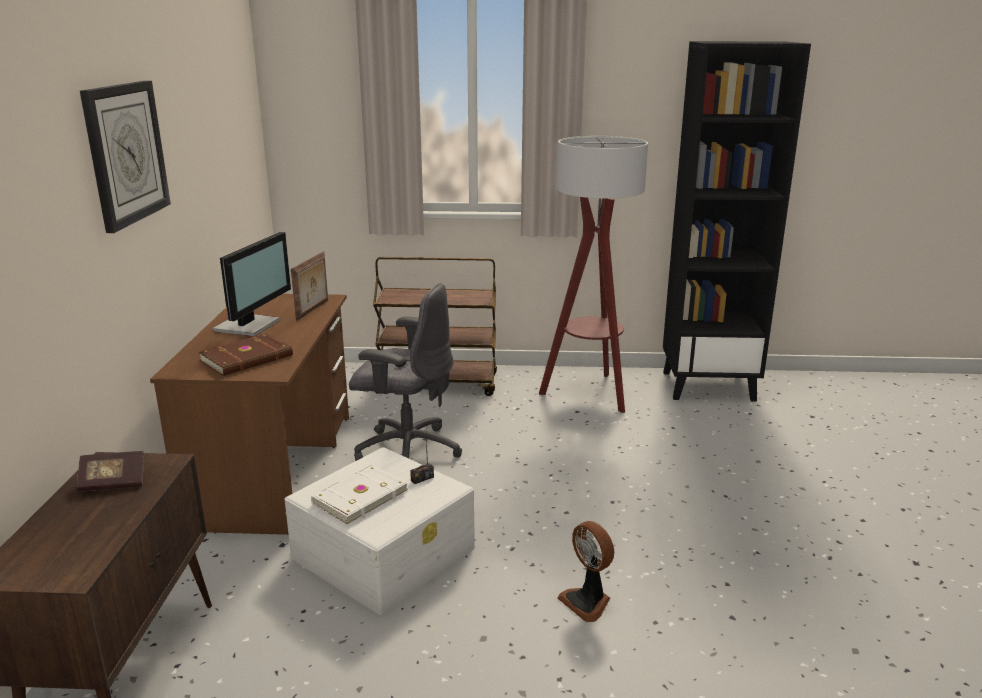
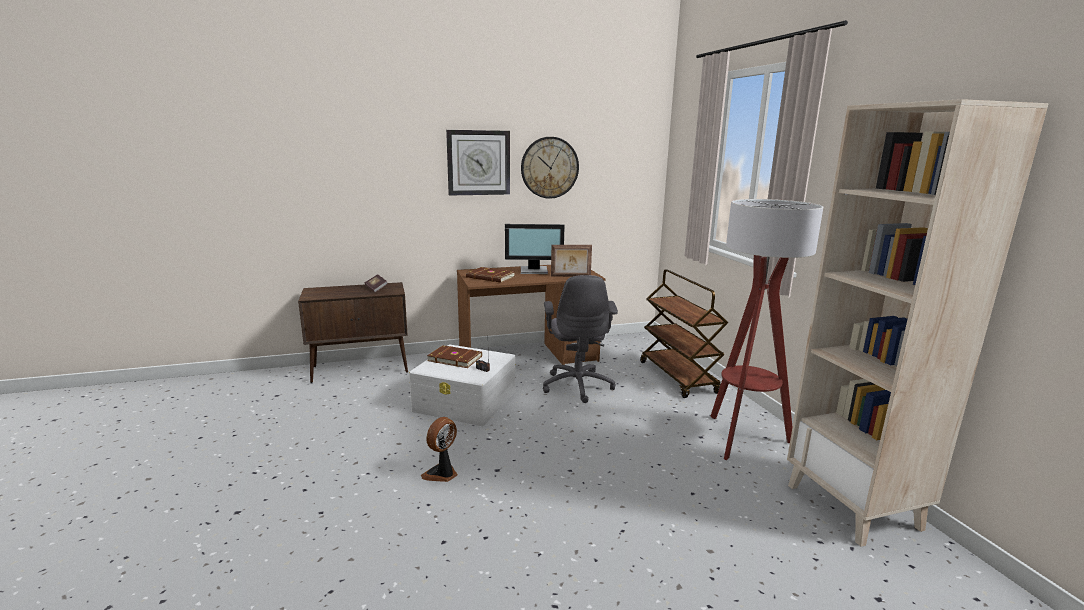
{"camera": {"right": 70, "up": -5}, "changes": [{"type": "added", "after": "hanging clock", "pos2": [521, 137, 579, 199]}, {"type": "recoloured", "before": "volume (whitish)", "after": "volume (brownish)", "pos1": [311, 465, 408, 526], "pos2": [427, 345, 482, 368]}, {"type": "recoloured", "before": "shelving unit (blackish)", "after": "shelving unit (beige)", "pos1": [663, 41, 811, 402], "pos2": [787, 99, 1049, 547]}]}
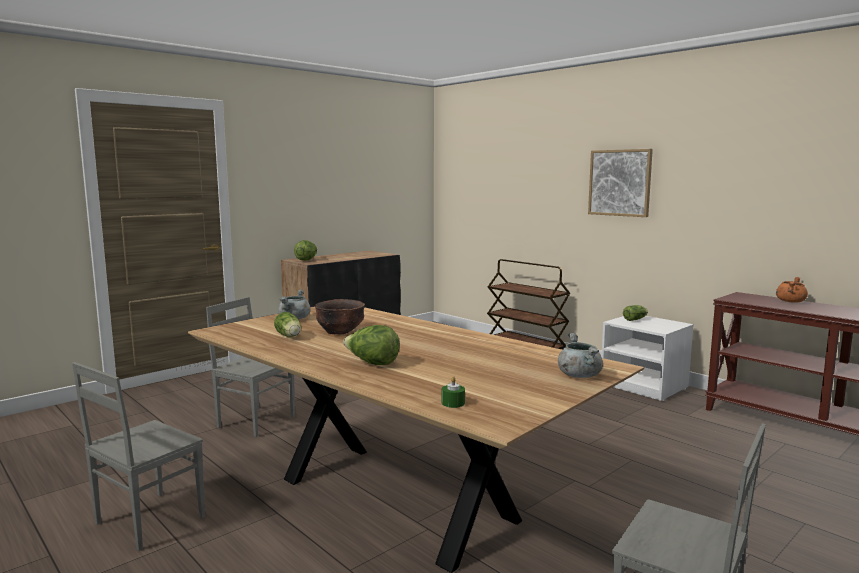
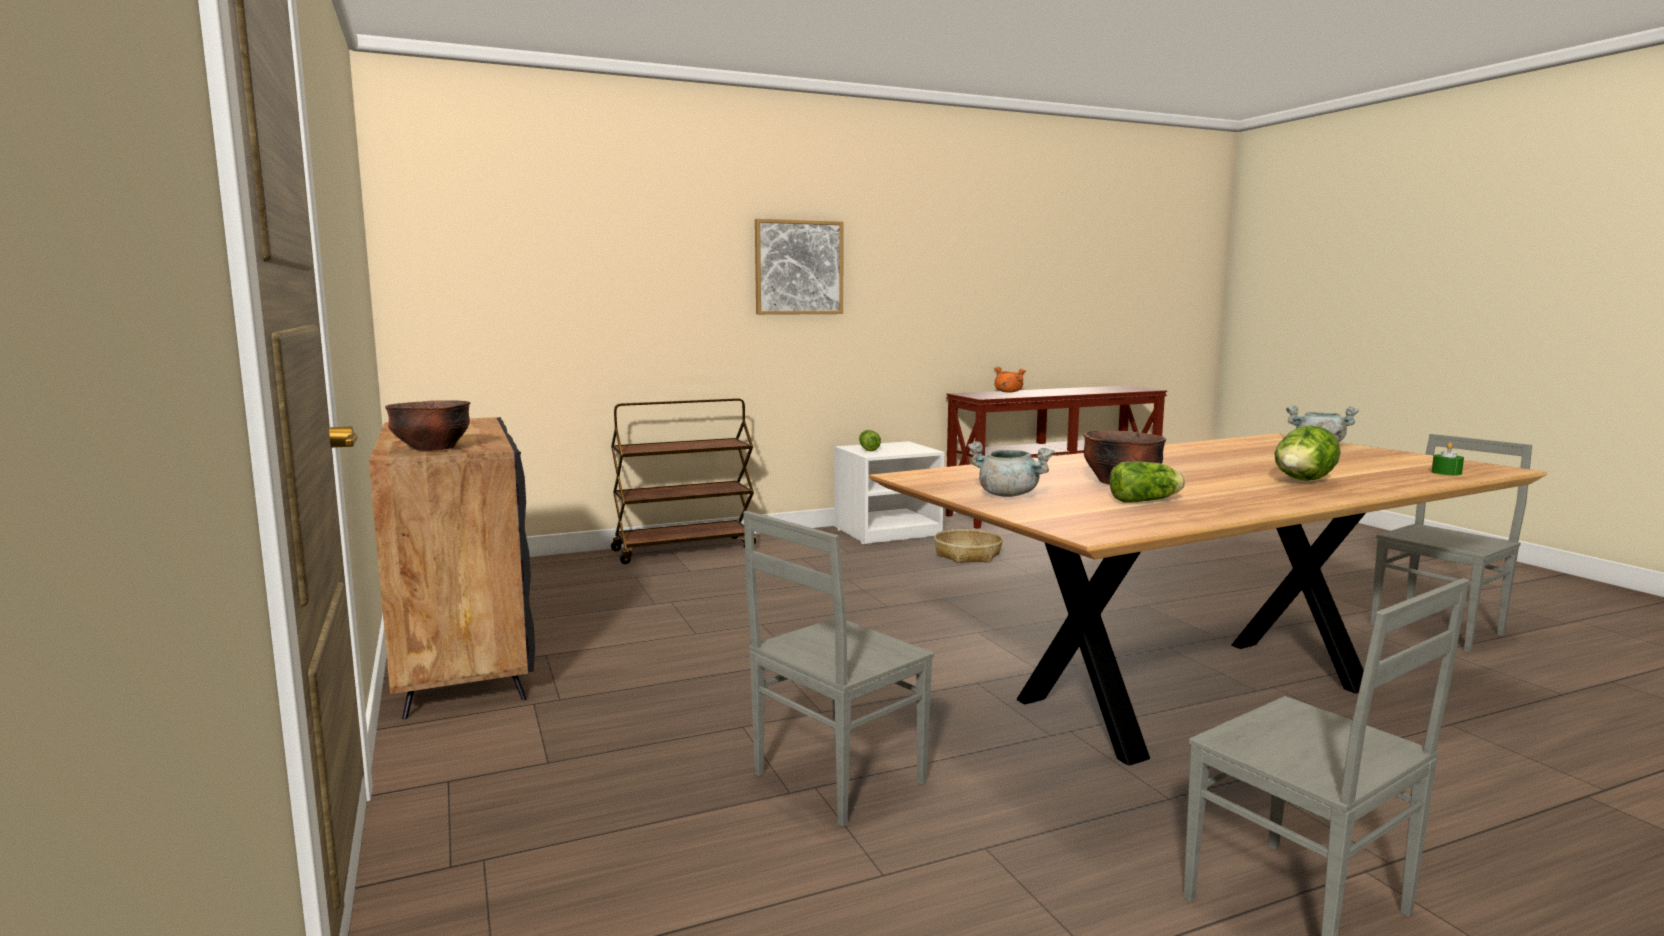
{"camera": {"right": -70, "up": 0}, "changes": [{"type": "added", "after": "basket", "pos2": [934, 529, 1003, 563]}, {"type": "replaced", "before": "lettuce", "after": "serving bowl (brownish)", "pos1": [294, 240, 317, 261], "pos2": [385, 400, 470, 451]}]}
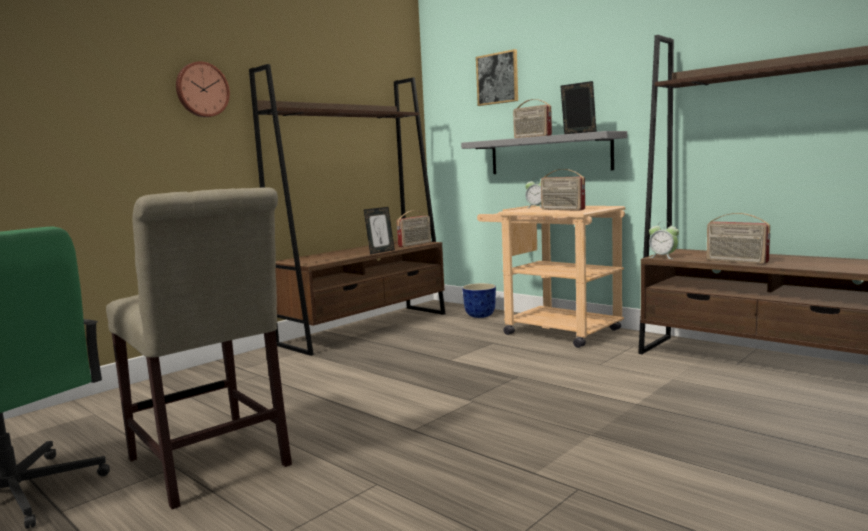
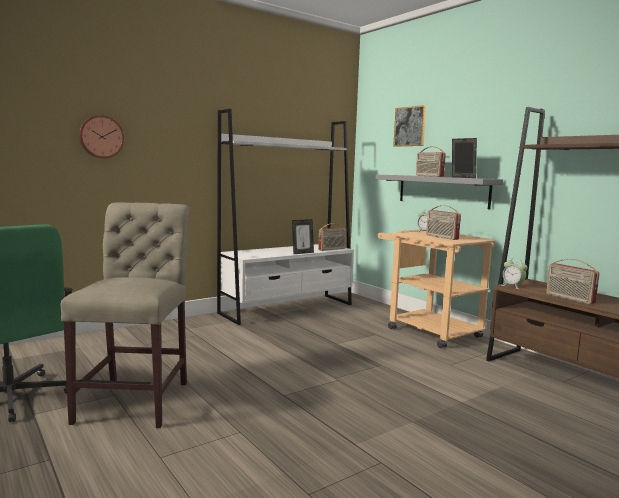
{"camera": {"right": 10, "up": 0}, "changes": [{"type": "removed", "before": "plant pot", "pos1": [462, 283, 496, 318]}, {"type": "moved", "before": "hanging clock", "pos1": [176, 61, 230, 117], "pos2": [79, 115, 124, 158]}, {"type": "recoloured", "before": "shelving unit (brownish)", "after": "shelving unit (whitish)", "pos1": [249, 64, 445, 356], "pos2": [217, 109, 354, 325]}, {"type": "turned", "before": "upright chair (beige)", "pos1": [106, 187, 292, 509], "pos2": [61, 202, 190, 428], "turn": -150}]}
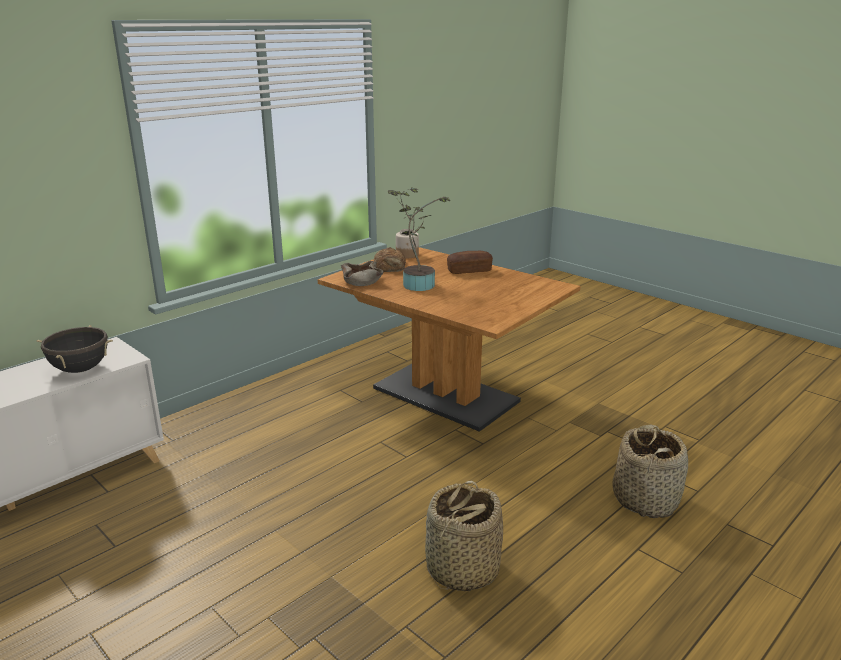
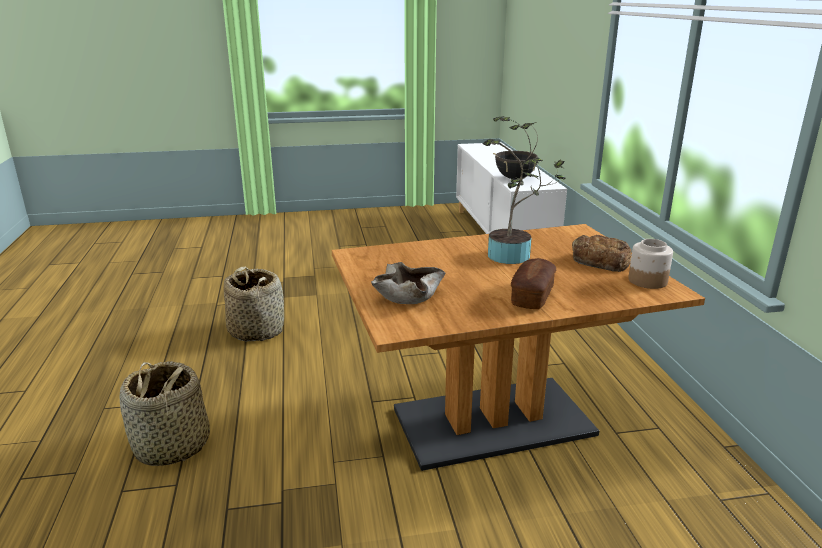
{"camera": {"right": 125, "up": 0}, "changes": [{"type": "moved", "before": "serving bowl (beige)", "pos1": [341, 261, 383, 286], "pos2": [371, 262, 445, 304]}]}
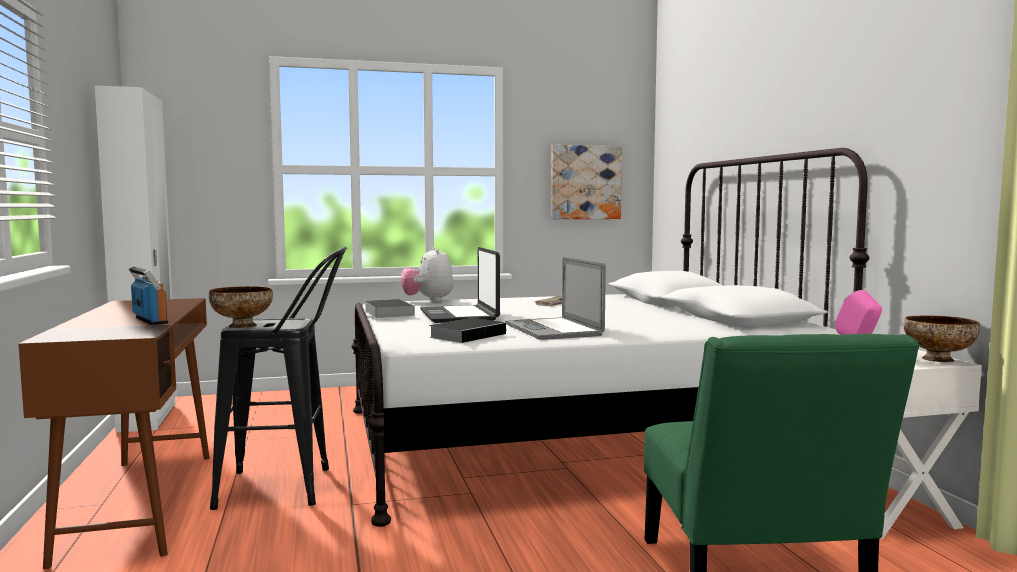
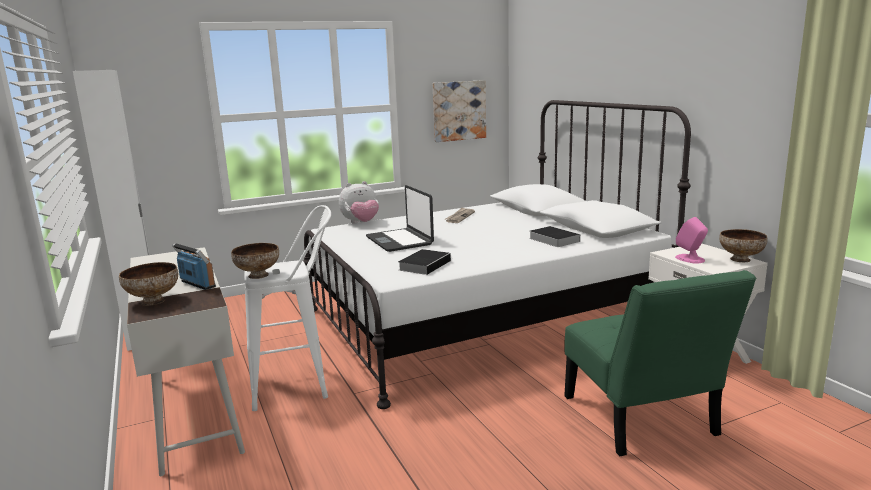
{"camera": {"right": -10, "up": 10}, "changes": [{"type": "removed", "before": "portable computer", "pos1": [505, 257, 606, 340]}, {"type": "added", "after": "serving bowl", "pos2": [119, 262, 178, 306]}, {"type": "moved", "before": "volume", "pos1": [364, 299, 415, 318], "pos2": [529, 226, 580, 247]}, {"type": "recoloured", "before": "desk unit (brownish)", "after": "desk unit (whitish)", "pos1": [18, 298, 209, 569], "pos2": [127, 247, 245, 476]}, {"type": "recoloured", "before": "stool seat (blackish)", "after": "stool seat (whitish)", "pos1": [210, 247, 347, 510], "pos2": [244, 205, 331, 411]}, {"type": "turned", "before": "plush toy", "pos1": [401, 247, 453, 302], "pos2": [339, 181, 379, 224], "turn": -90}]}
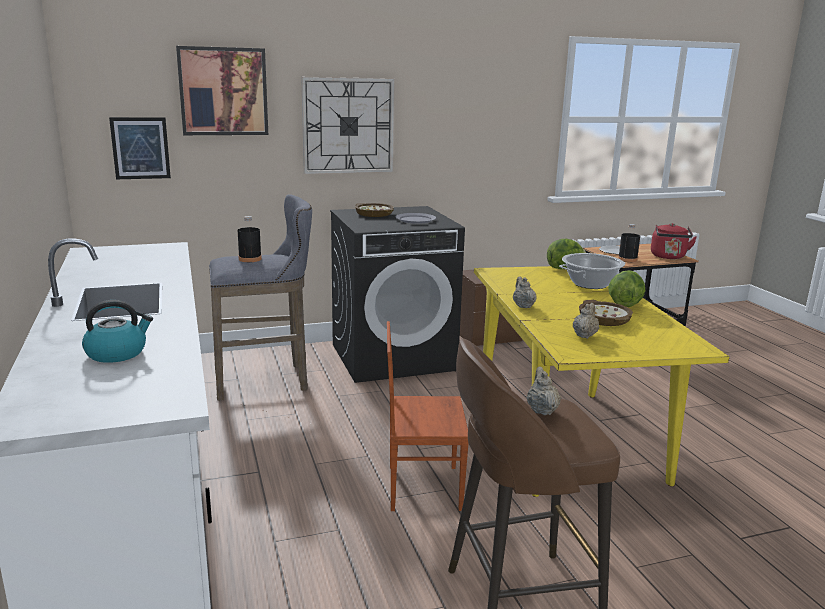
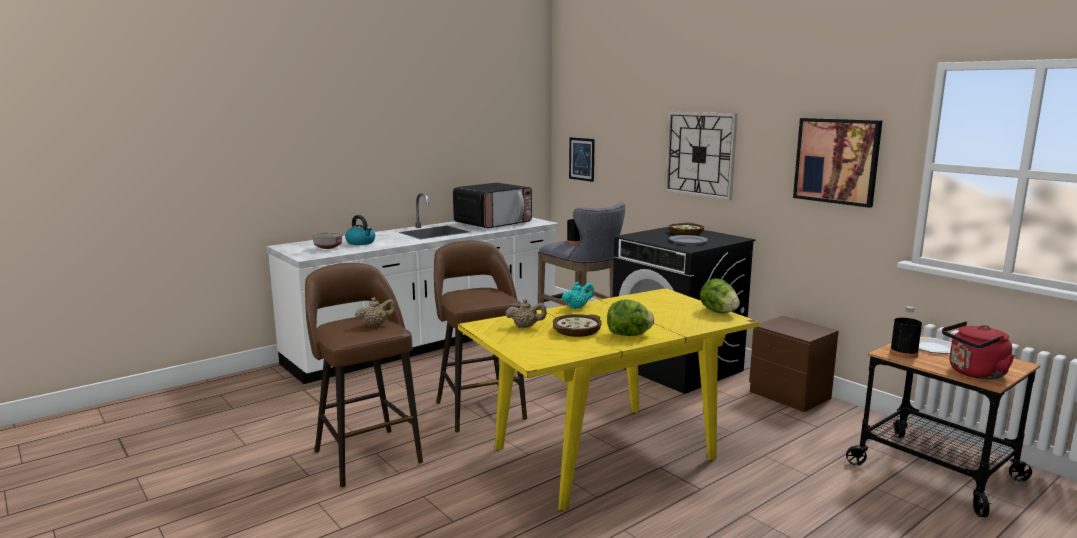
{"camera": {"right": 70, "up": -5}, "changes": [{"type": "removed", "before": "cooking pot", "pos1": [559, 253, 626, 289]}, {"type": "added", "after": "serving bowl (grey)", "pos2": [313, 232, 342, 249]}, {"type": "added", "after": "kitchen microwave", "pos2": [453, 183, 532, 228]}, {"type": "moved", "before": "wall picture", "pos1": [176, 46, 268, 135], "pos2": [793, 118, 882, 208]}, {"type": "replaced", "before": "upright chair (brownish)", "after": "stool seat (brownish)", "pos1": [387, 321, 468, 511], "pos2": [434, 240, 527, 433]}, {"type": "recoloured", "before": "pot for tea (beige)", "after": "pot for tea (blue-green)", "pos1": [513, 276, 537, 308], "pos2": [562, 282, 594, 309]}]}
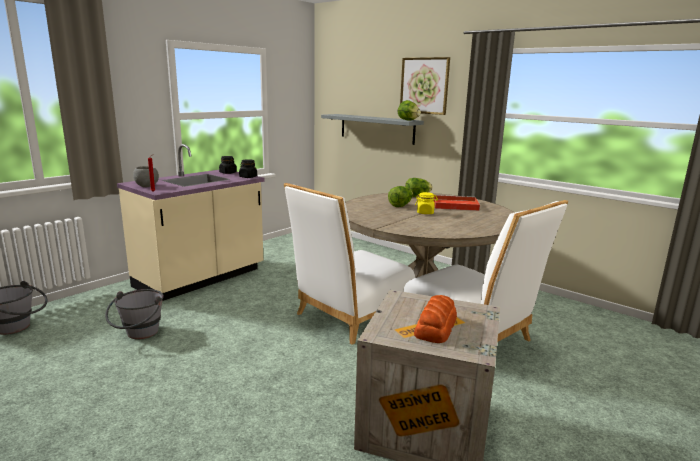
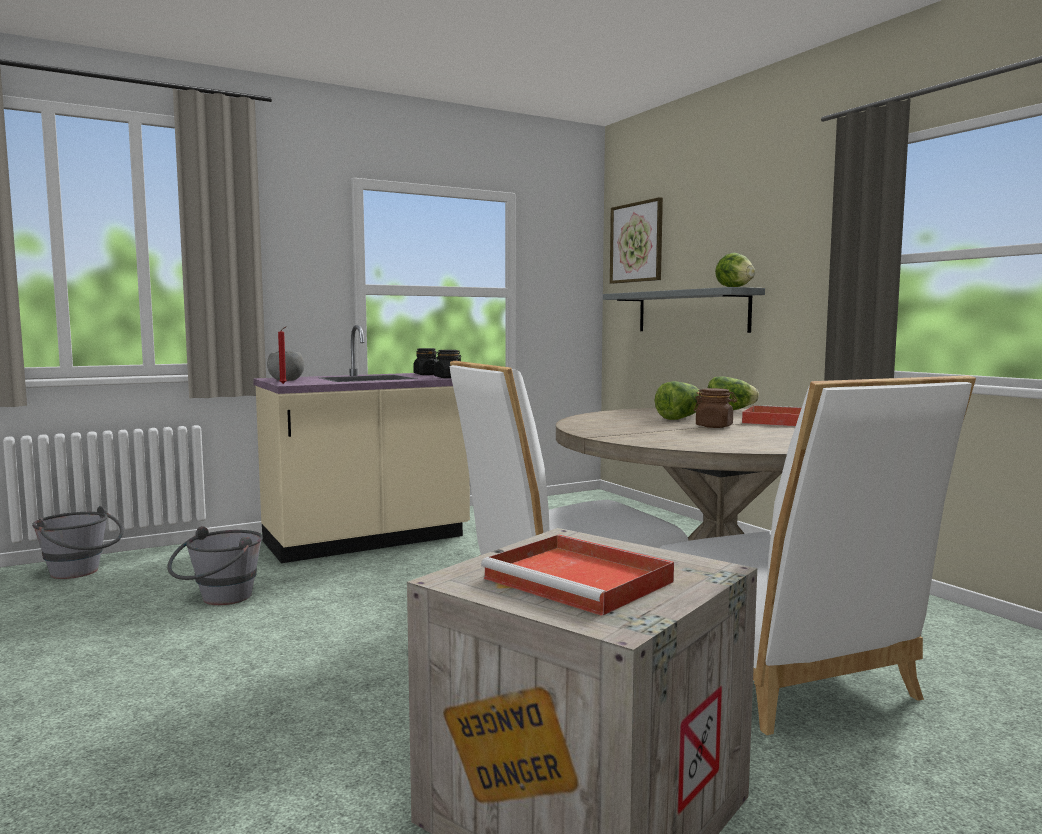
{"camera": {"right": 20, "up": -10}, "changes": [{"type": "moved", "before": "wall picture", "pos1": [400, 57, 450, 115], "pos2": [610, 197, 663, 284]}, {"type": "replaced", "before": "baked bread", "after": "serving tray (reddish)", "pos1": [414, 295, 457, 343], "pos2": [481, 535, 674, 616]}, {"type": "recoloured", "before": "storage jar (yellowish)", "after": "storage jar (brownish)", "pos1": [415, 192, 438, 214], "pos2": [694, 388, 737, 428]}]}
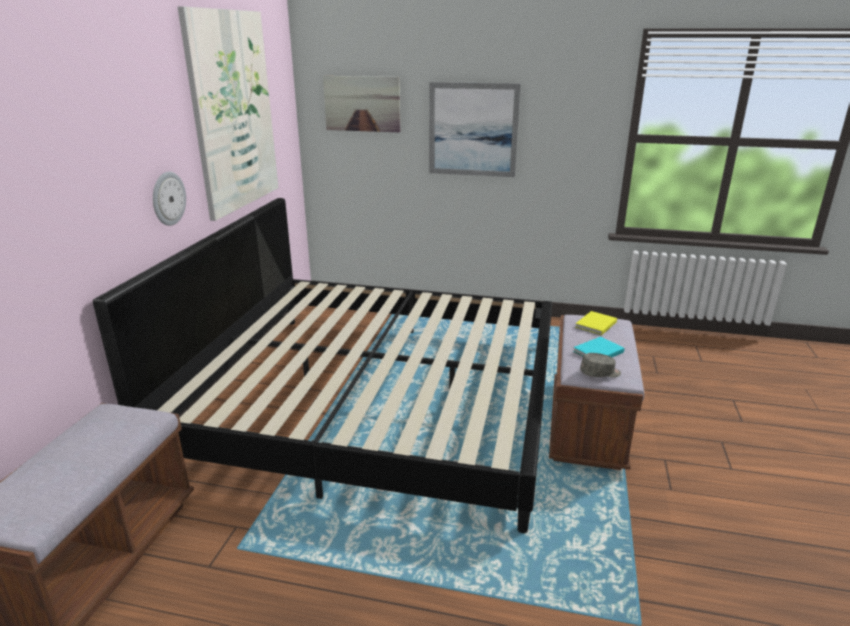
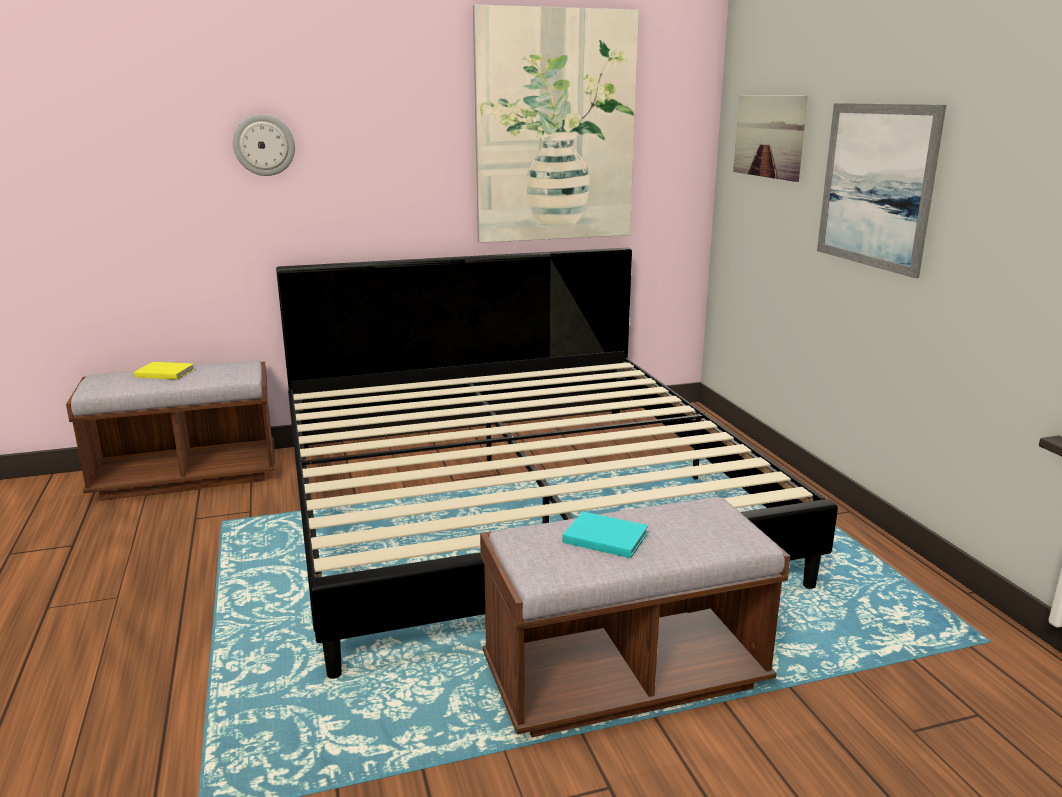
{"camera": {"right": 60, "up": -5}, "changes": [{"type": "removed", "before": "peaked cap (grey)", "pos1": [580, 353, 621, 378]}, {"type": "moved", "before": "hanging clock", "pos1": [153, 172, 186, 226], "pos2": [233, 114, 295, 176]}, {"type": "moved", "before": "volume (yellowish)", "pos1": [575, 311, 617, 335], "pos2": [134, 362, 195, 379]}]}
